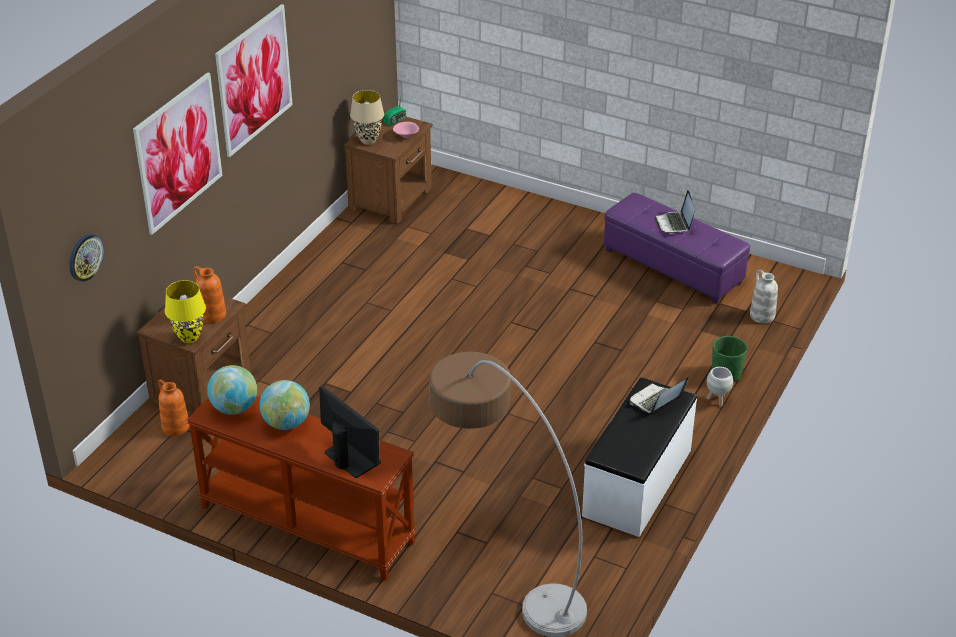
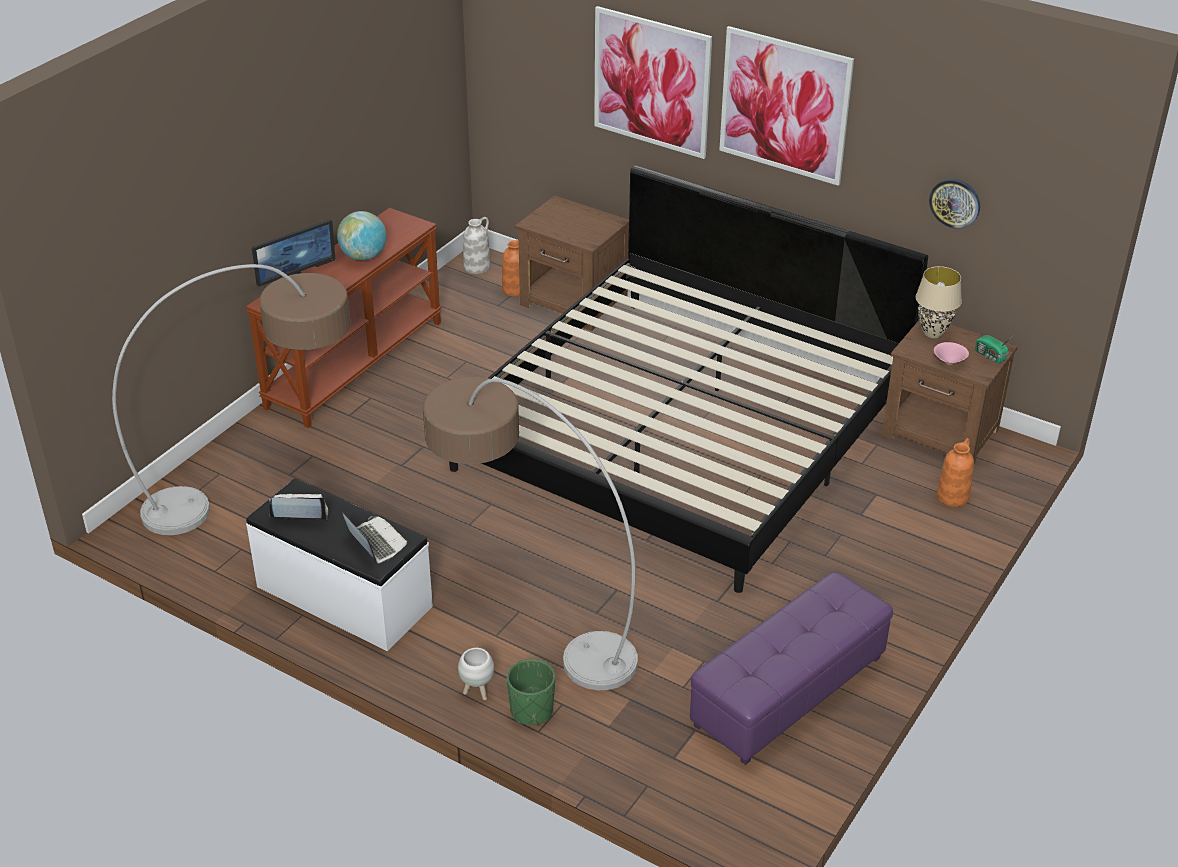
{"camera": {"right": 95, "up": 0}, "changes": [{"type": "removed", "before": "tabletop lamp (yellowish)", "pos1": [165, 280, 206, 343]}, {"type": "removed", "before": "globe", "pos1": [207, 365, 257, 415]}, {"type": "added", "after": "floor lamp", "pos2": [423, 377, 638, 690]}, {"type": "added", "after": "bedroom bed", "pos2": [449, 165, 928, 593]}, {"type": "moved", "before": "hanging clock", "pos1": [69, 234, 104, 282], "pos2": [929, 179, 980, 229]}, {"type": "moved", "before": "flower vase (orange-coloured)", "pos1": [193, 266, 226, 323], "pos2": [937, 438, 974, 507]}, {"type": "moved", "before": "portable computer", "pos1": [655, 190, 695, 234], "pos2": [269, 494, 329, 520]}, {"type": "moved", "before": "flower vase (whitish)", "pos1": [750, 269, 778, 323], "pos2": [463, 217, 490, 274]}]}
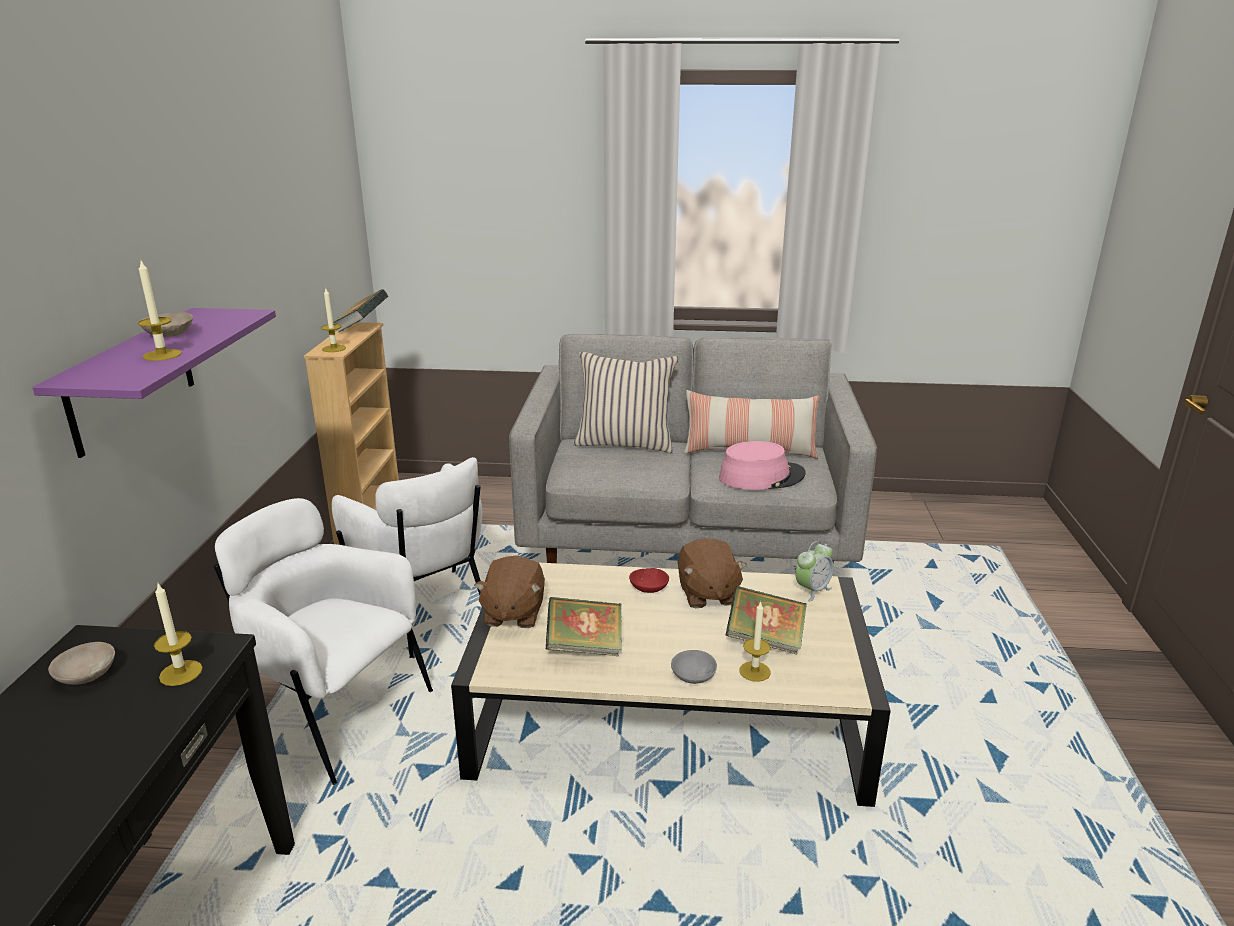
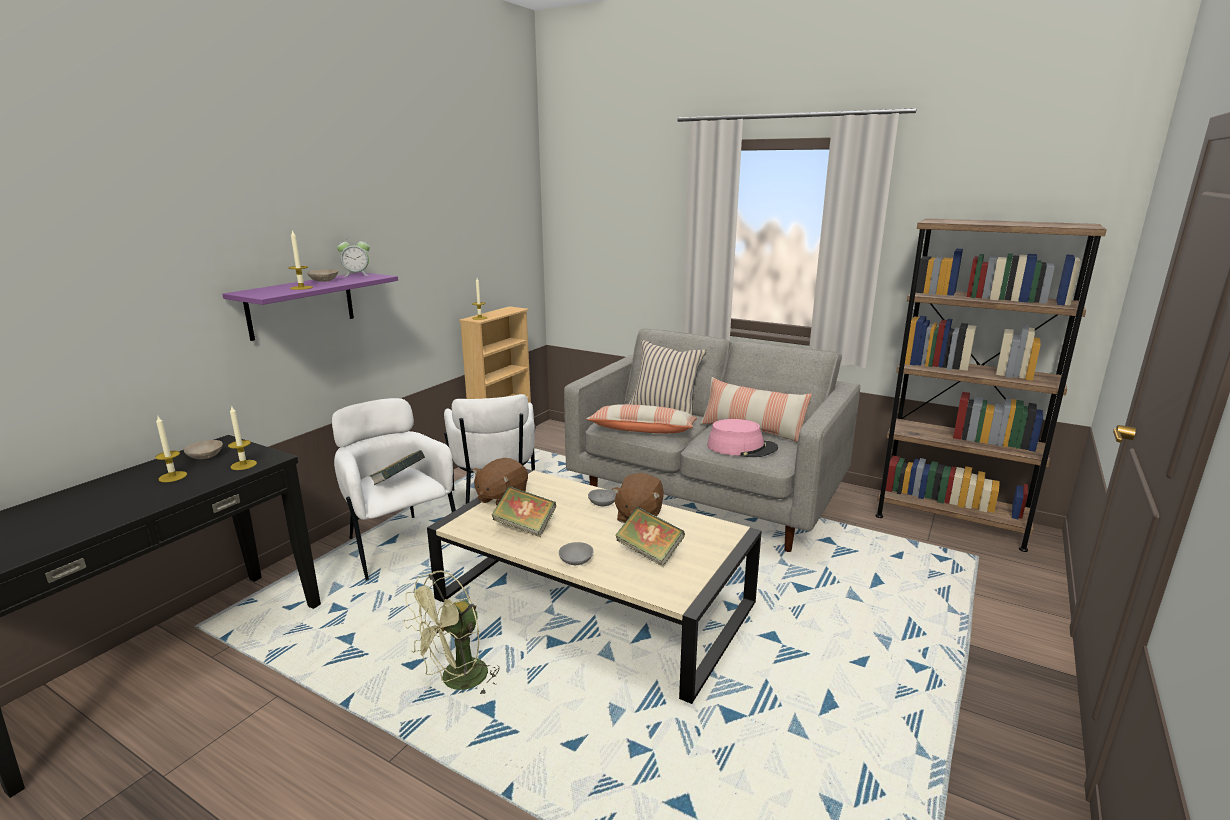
{"camera": {"right": 25, "up": -5}, "changes": [{"type": "added", "after": "fan (green)", "pos2": [404, 571, 500, 696]}, {"type": "added", "after": "throw pillow", "pos2": [586, 404, 697, 433]}, {"type": "added", "after": "shelving unit (brownish)", "pos2": [875, 218, 1107, 552]}, {"type": "moved", "before": "volume", "pos1": [333, 289, 388, 332], "pos2": [369, 450, 425, 485]}, {"type": "moved", "before": "wax candle", "pos1": [739, 601, 771, 682], "pos2": [155, 416, 187, 482]}, {"type": "moved", "before": "alarm clock", "pos1": [796, 541, 834, 602], "pos2": [337, 236, 370, 277]}, {"type": "recoloured", "before": "serving bowl (reddish)", "after": "serving bowl (grey)", "pos1": [629, 568, 669, 593], "pos2": [588, 489, 616, 506]}]}
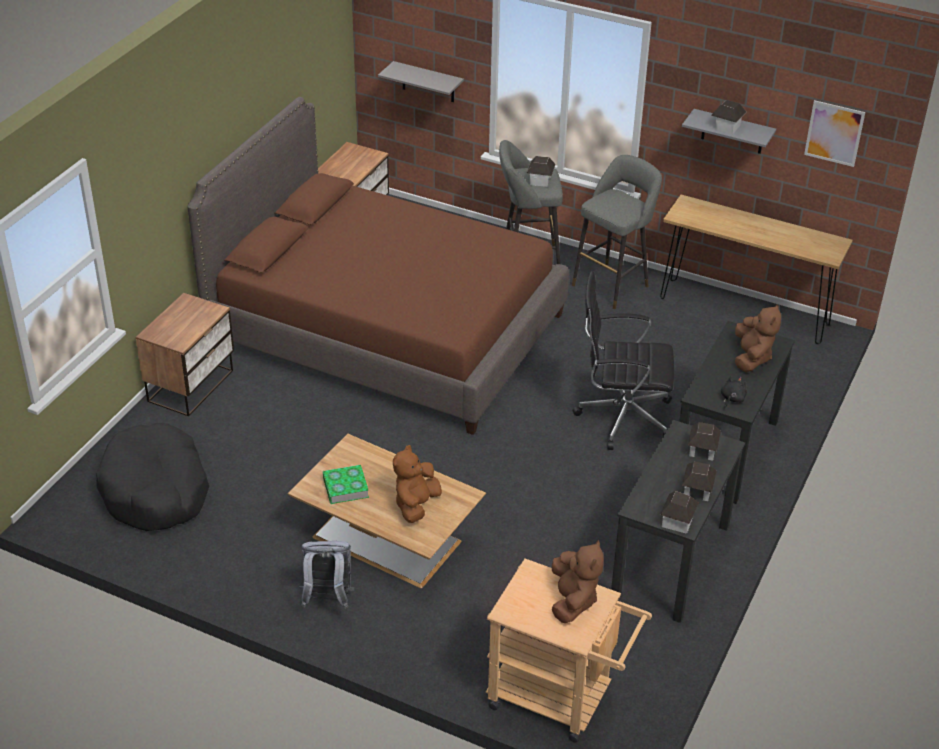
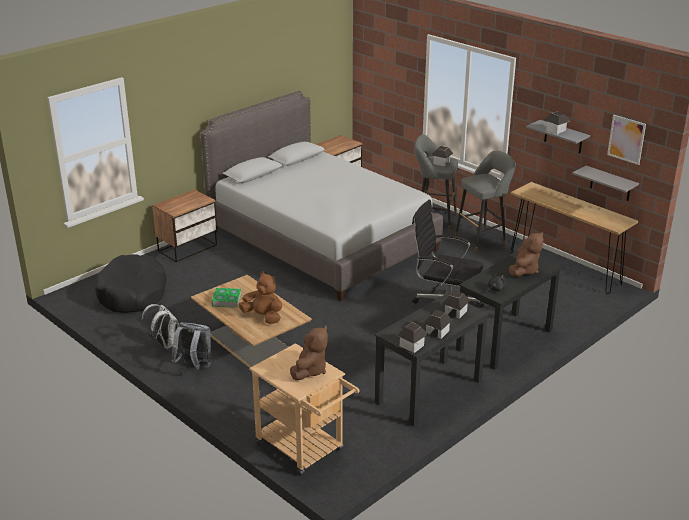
{"camera": {"right": 20, "up": -10}, "changes": [{"type": "added", "after": "backpack (whitish)", "pos2": [141, 304, 179, 349]}, {"type": "moved", "before": "shelf (grey)", "pos1": [378, 61, 464, 102], "pos2": [572, 166, 639, 201]}, {"type": "recoloured", "before": "bedroom bed (brownish)", "after": "bedroom bed (grey)", "pos1": [188, 97, 569, 435], "pos2": [200, 91, 443, 301]}, {"type": "turned", "before": "plush toy (brownish)", "pos1": [393, 445, 442, 523], "pos2": [239, 272, 282, 324], "turn": 75}]}
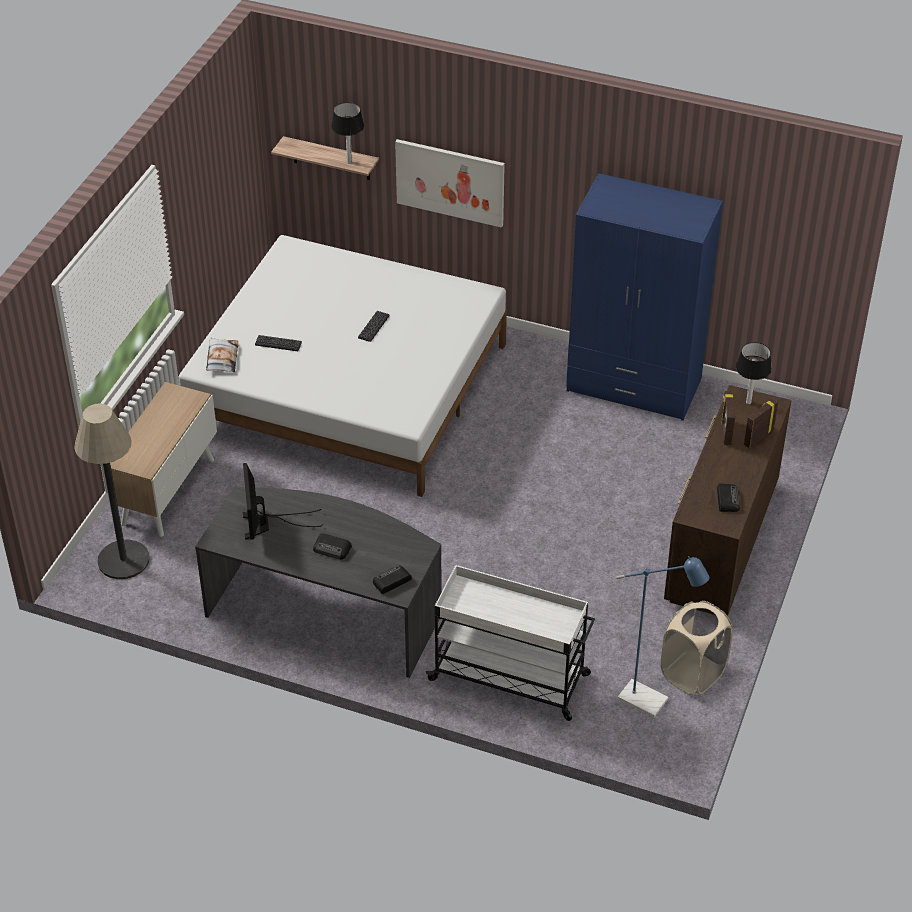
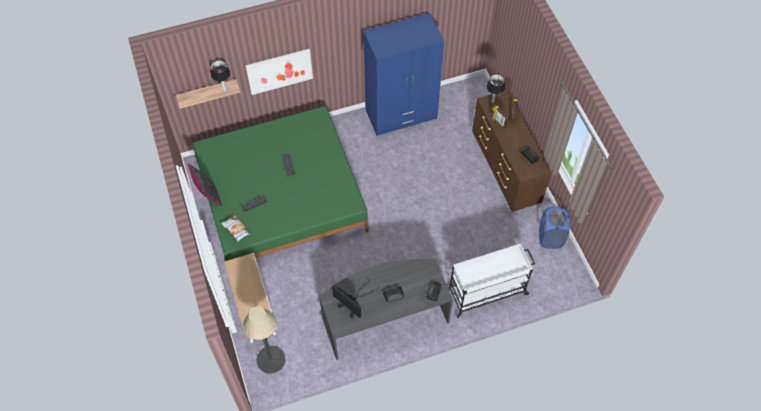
{"camera": {"right": -40, "up": 15}, "changes": [{"type": "removed", "before": "floor lamp (blue-coloured)", "pos1": [616, 556, 710, 717]}, {"type": "added", "after": "throw pillow (blackish)", "pos2": [188, 163, 222, 206]}, {"type": "recoloured", "before": "bedroom bed (whitish)", "after": "bedroom bed (green)", "pos1": [178, 235, 507, 497], "pos2": [193, 106, 369, 261]}, {"type": "recoloured", "before": "laundry basket (beige)", "after": "laundry basket (blue-coloured)", "pos1": [661, 601, 733, 695], "pos2": [539, 207, 570, 249]}]}
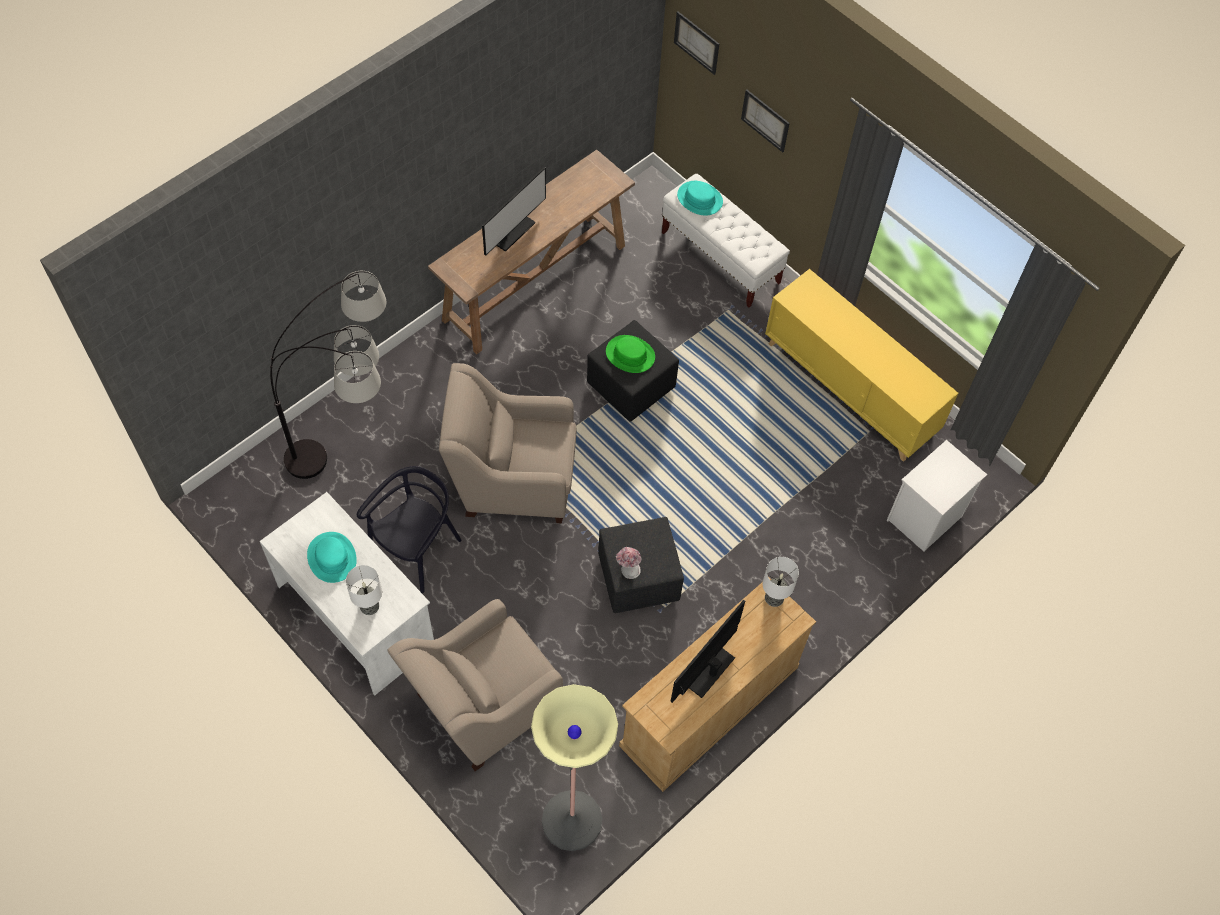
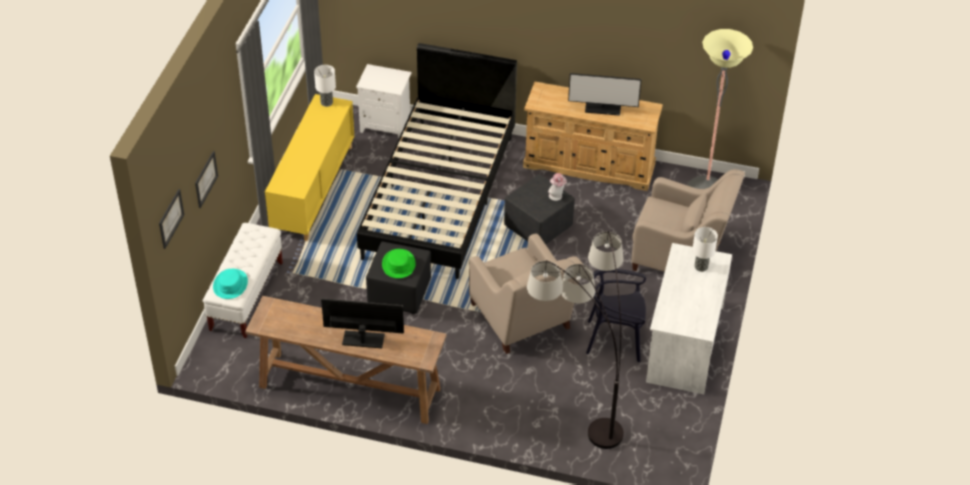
{"camera": {"right": -120, "up": -15}, "changes": [{"type": "removed", "before": "hat (blue-green)", "pos1": [307, 532, 357, 583]}, {"type": "added", "after": "bedroom bed (blackish)", "pos2": [357, 43, 517, 279]}, {"type": "moved", "before": "tabletop lamp", "pos1": [763, 557, 799, 607], "pos2": [314, 65, 336, 107]}]}
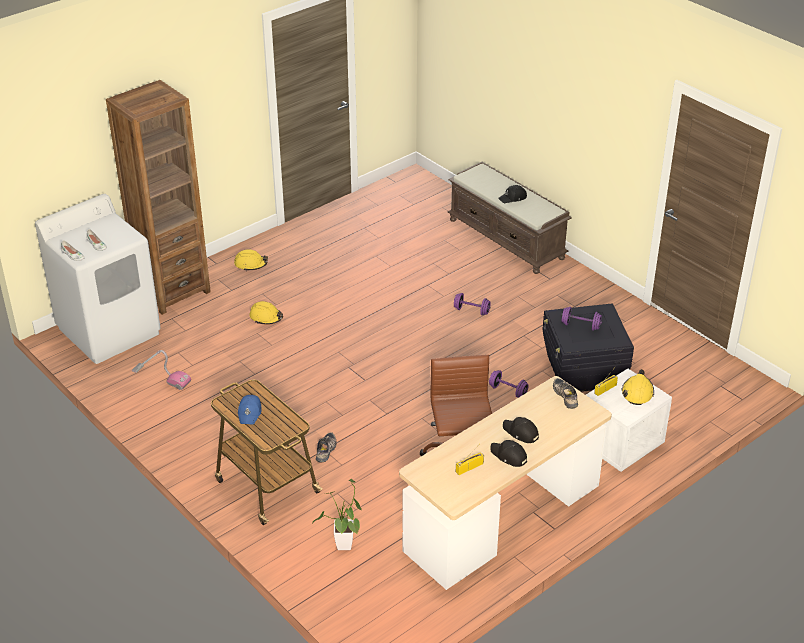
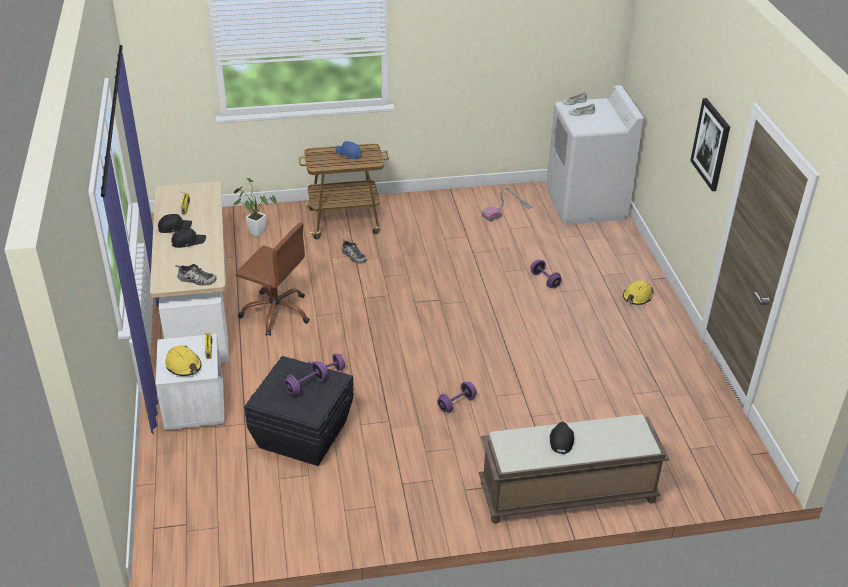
{"camera": {"right": 120, "up": 0}, "changes": [{"type": "removed", "before": "shelving unit (brownish)", "pos1": [106, 80, 211, 315]}, {"type": "added", "after": "wall picture", "pos2": [690, 98, 730, 191]}, {"type": "replaced", "before": "safety helmet (yellowish)", "after": "dumbbell (purplish)", "pos1": [249, 301, 283, 325], "pos2": [531, 260, 562, 288]}]}
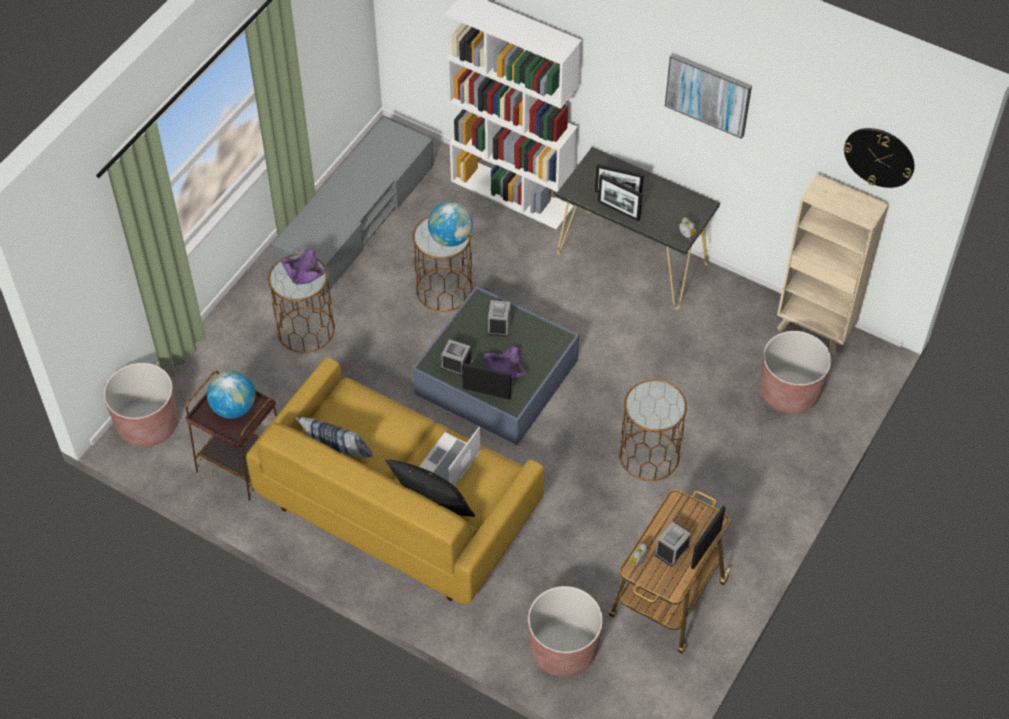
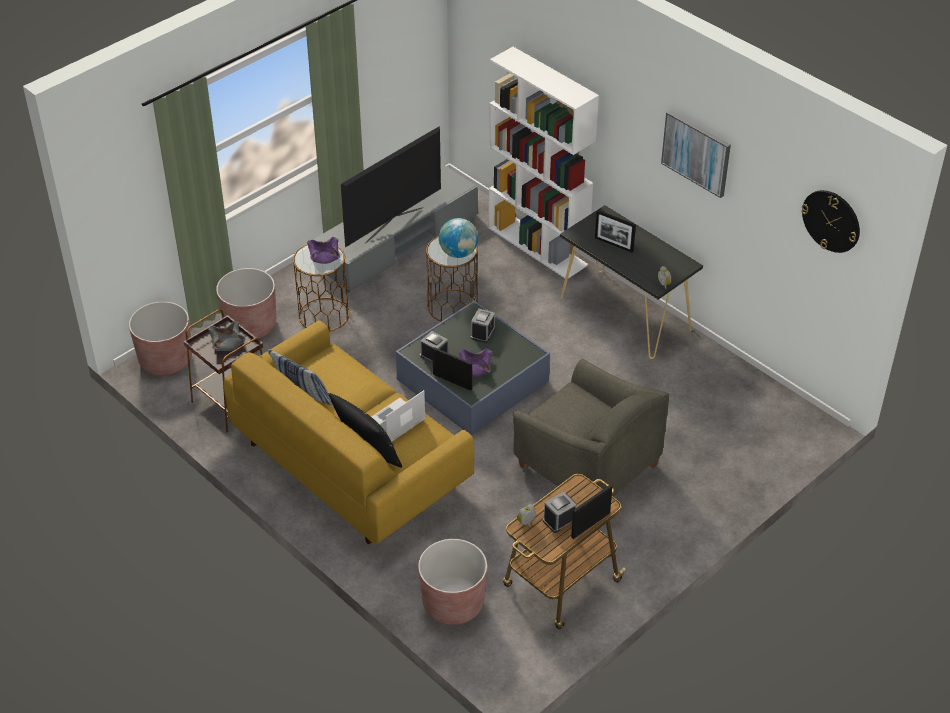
{"camera": {"right": 15, "up": -10}, "changes": [{"type": "removed", "before": "standing frame", "pos1": [598, 174, 643, 221]}, {"type": "removed", "before": "shelving unit (beige)", "pos1": [777, 174, 889, 355]}, {"type": "added", "after": "TV", "pos2": [341, 126, 441, 247]}, {"type": "moved", "before": "plant pot (brownish)", "pos1": [760, 331, 831, 414], "pos2": [216, 268, 276, 338]}, {"type": "replaced", "before": "globe", "after": "serving bowl (grey)", "pos1": [207, 370, 255, 419], "pos2": [208, 321, 246, 351]}, {"type": "replaced", "before": "accent table (brownish)", "after": "armchair (grey)", "pos1": [619, 380, 687, 481], "pos2": [513, 359, 669, 497]}]}
